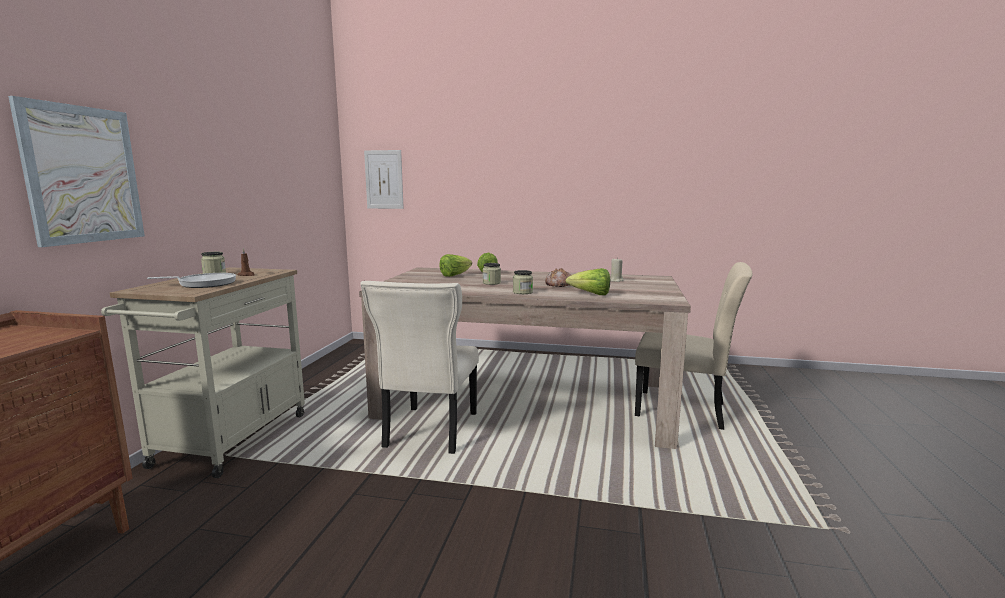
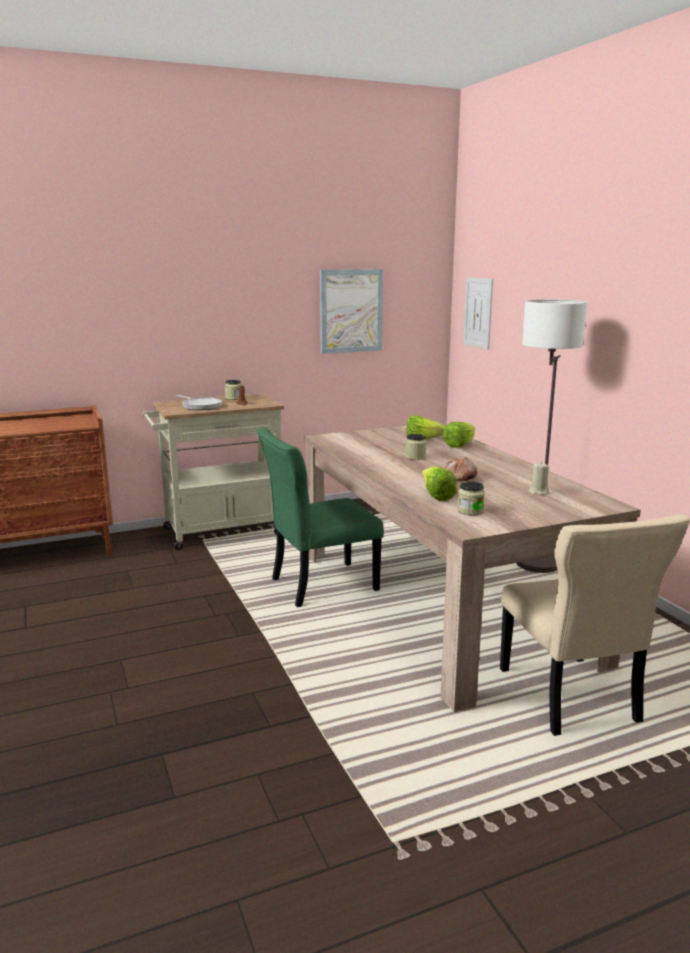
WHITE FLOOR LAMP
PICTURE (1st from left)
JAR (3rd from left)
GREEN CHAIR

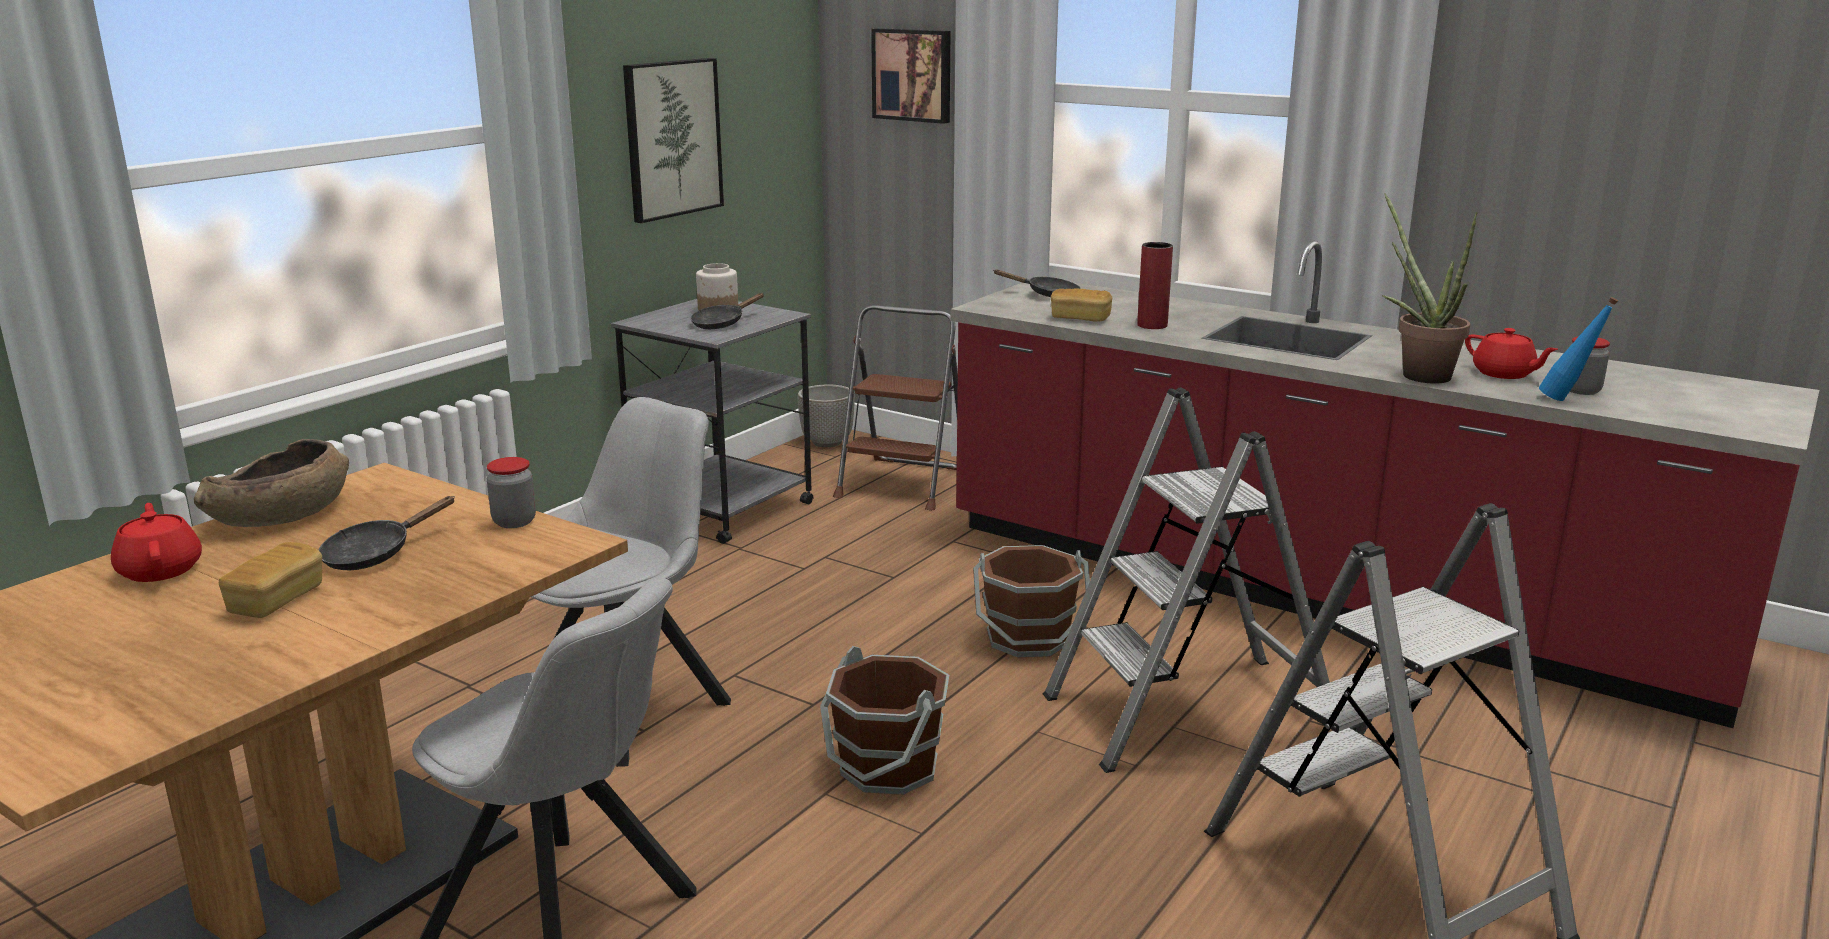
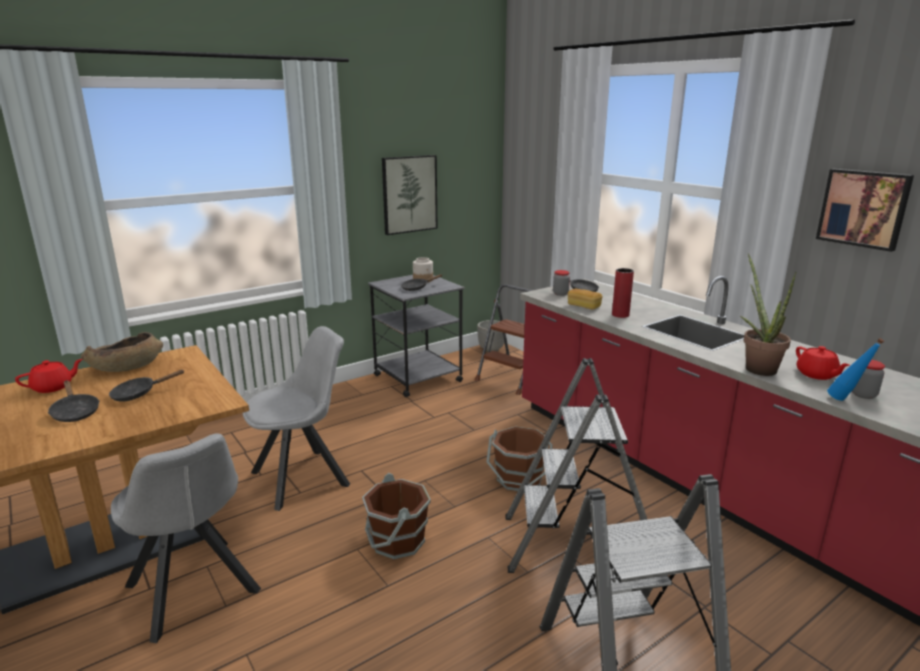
JAR (2nd from left)
PICTURE (2nd from left)
BLACK FRYING PAN (1st from left)
RED TEAPOT (1st from left)

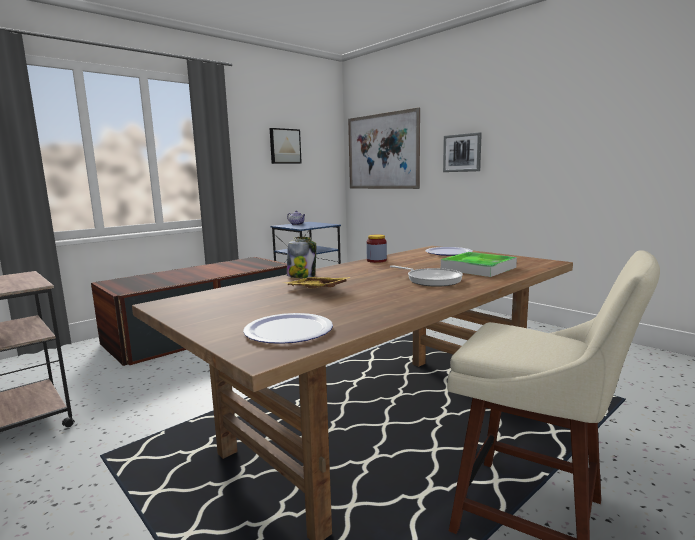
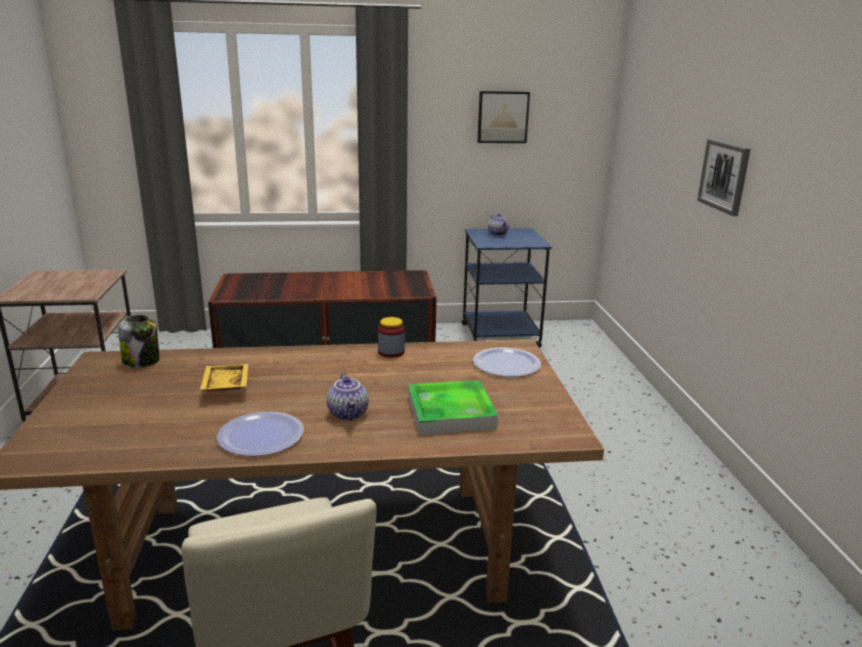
PICTURE (2nd from left in the first image)
PLATE (1st from left)
JAR (1st from left)
TEAPOT (1st from left)

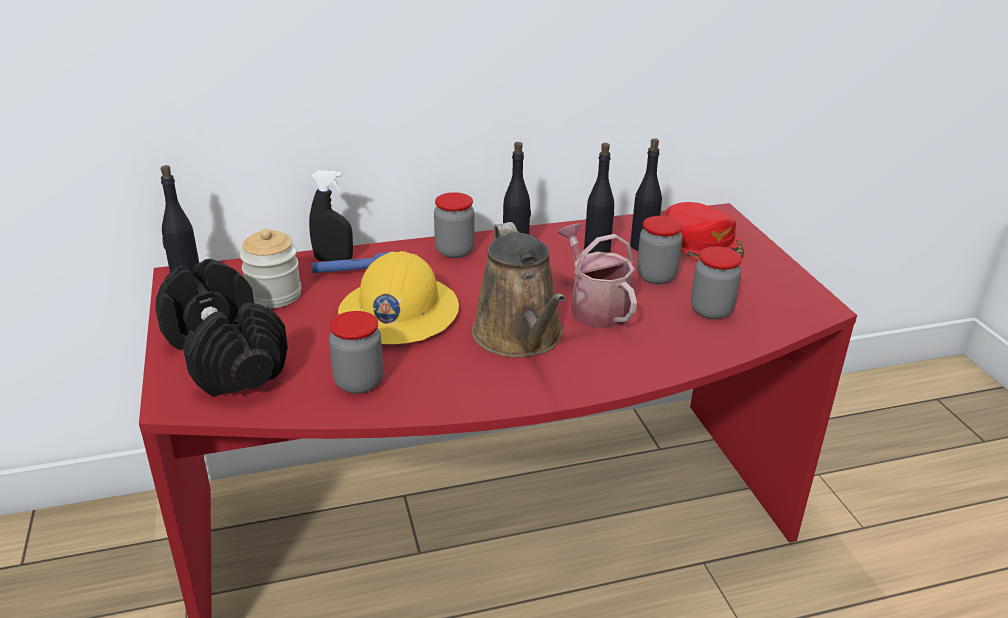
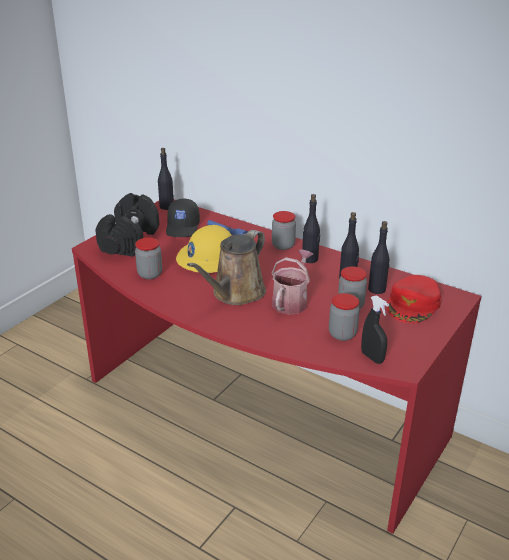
BLACK SPRAY BOTTLE
BLACK CAP

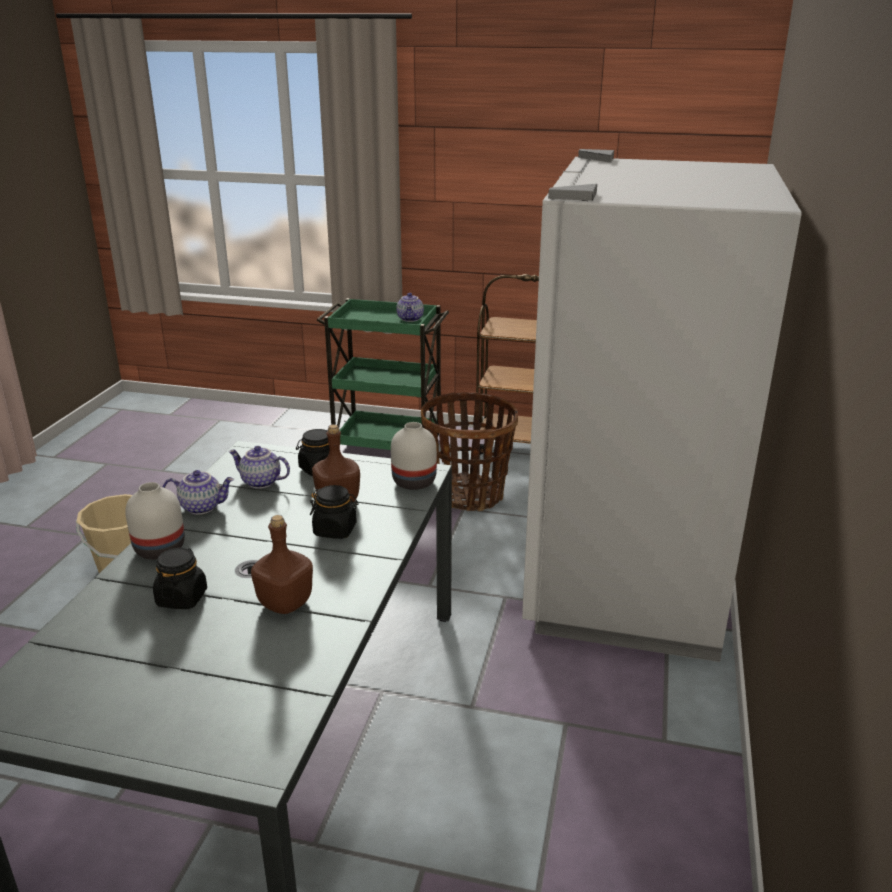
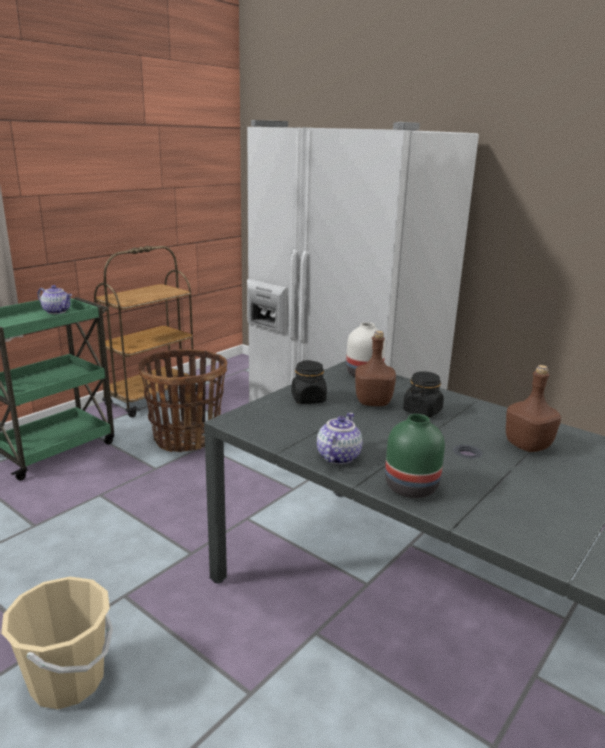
BLACK JAR (1st from left in the first image)
TEAPOT (2nd from left in the first image)
GREEN VASE

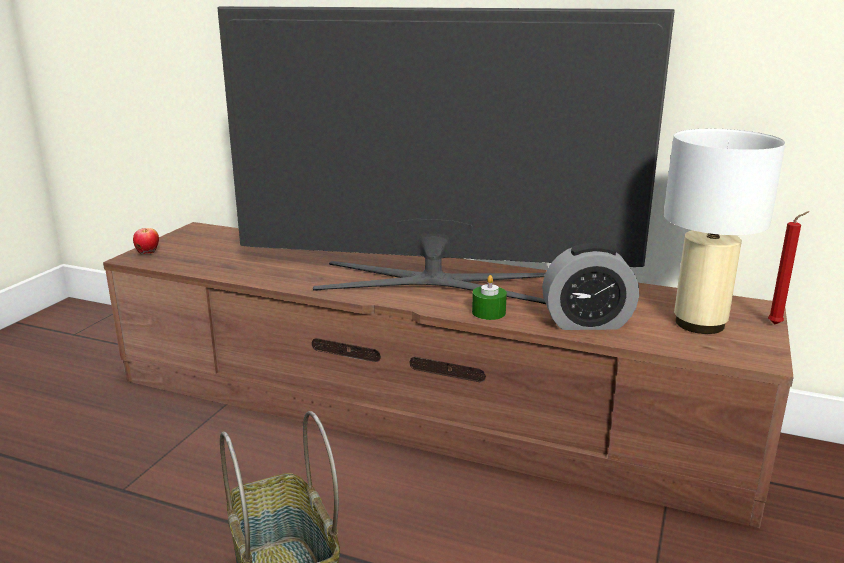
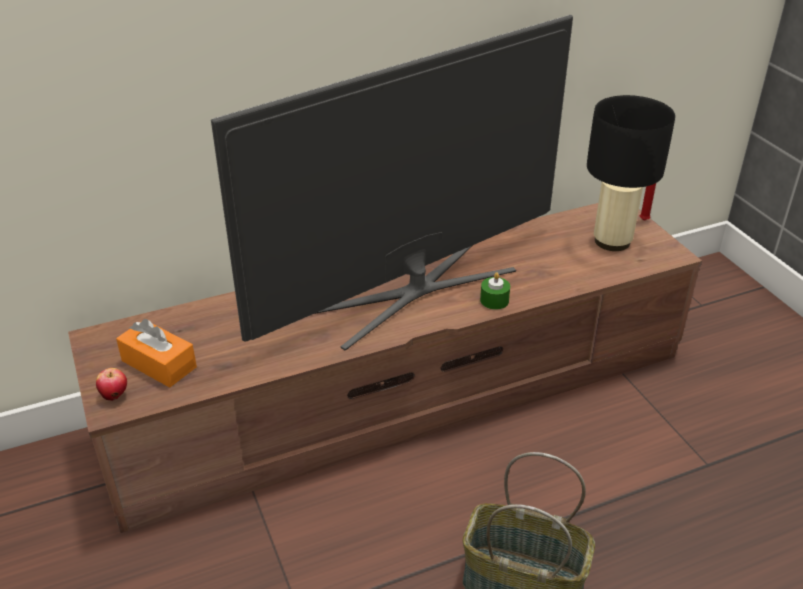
ALARM CLOCK
ORANGE TISSUE BOX
BLACK TABLE LAMP

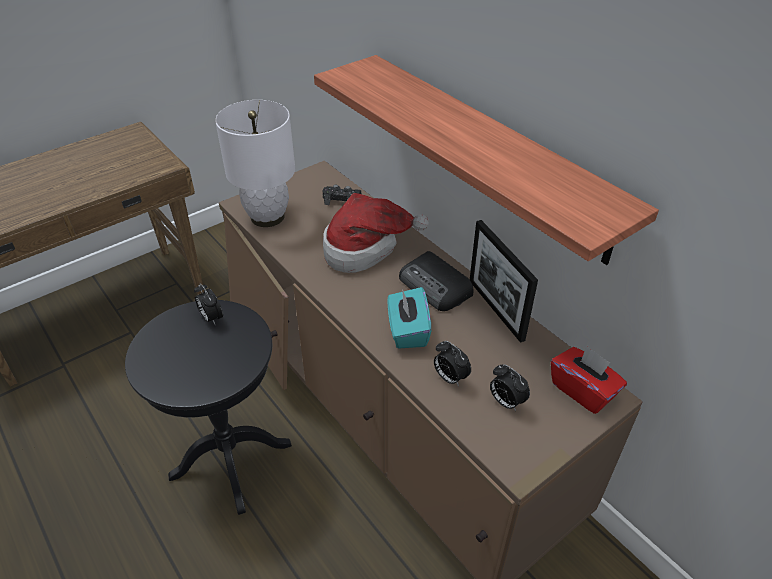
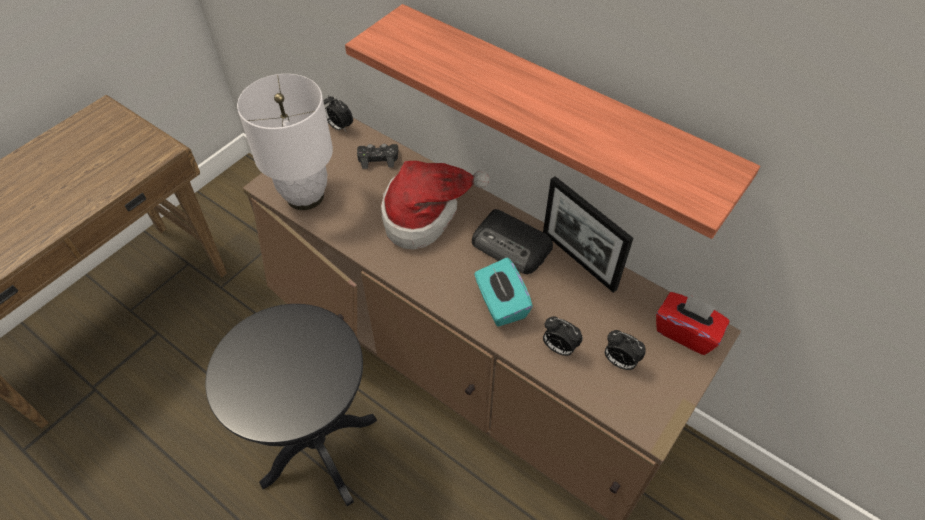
ALARM CLOCK (1st from left)

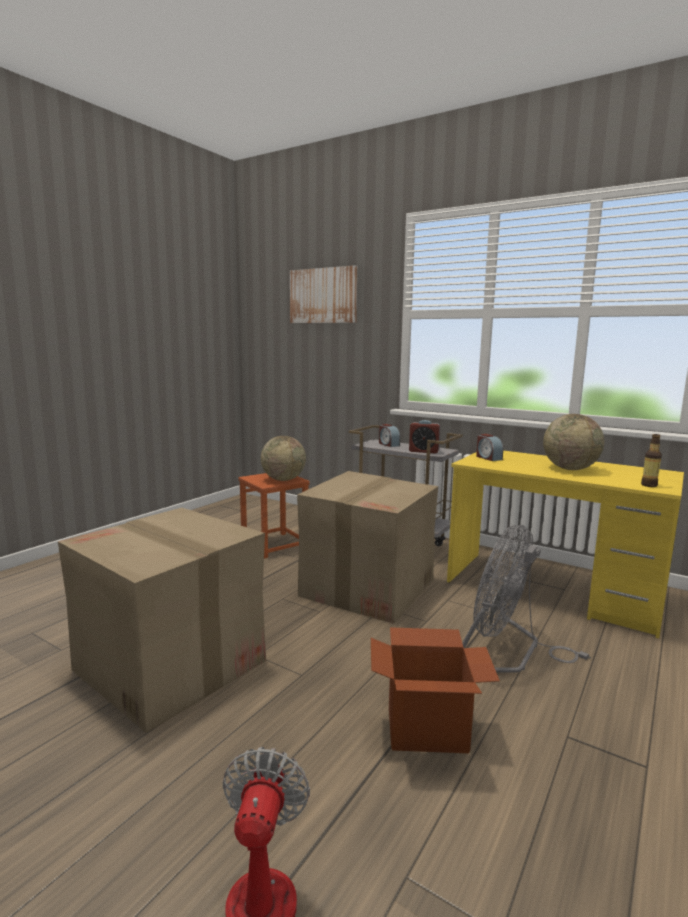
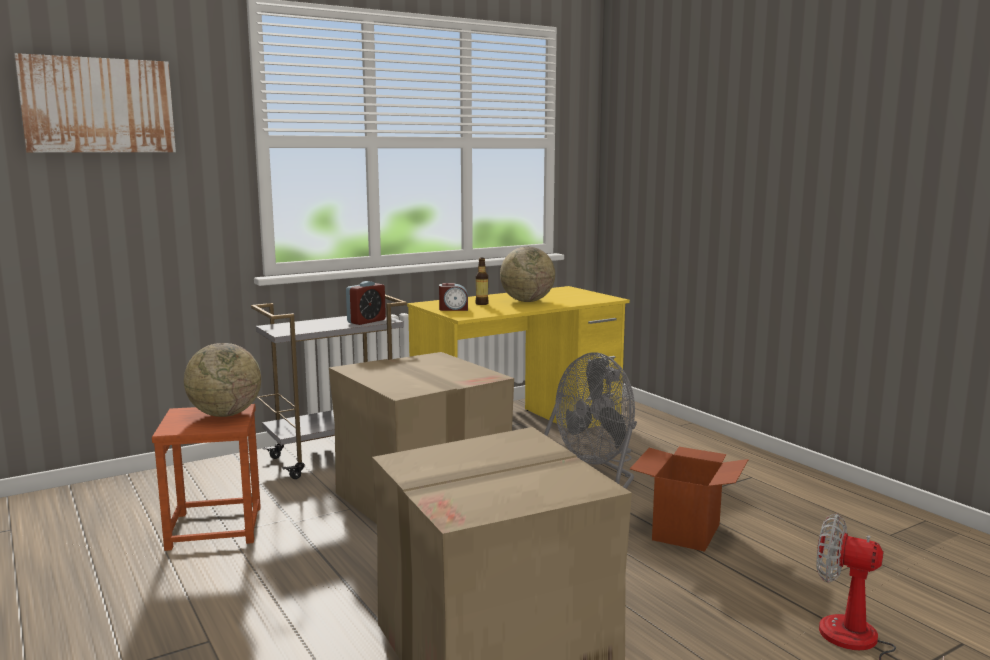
ALARM CLOCK (1st from left in the first image)
BOTTLE

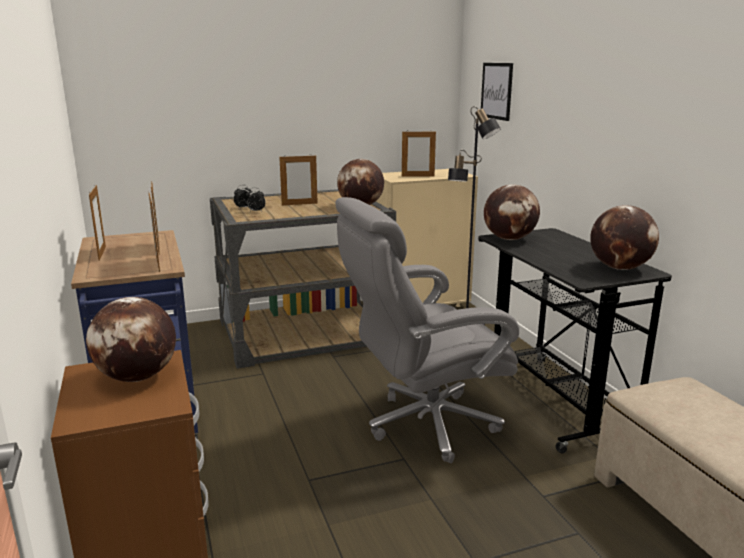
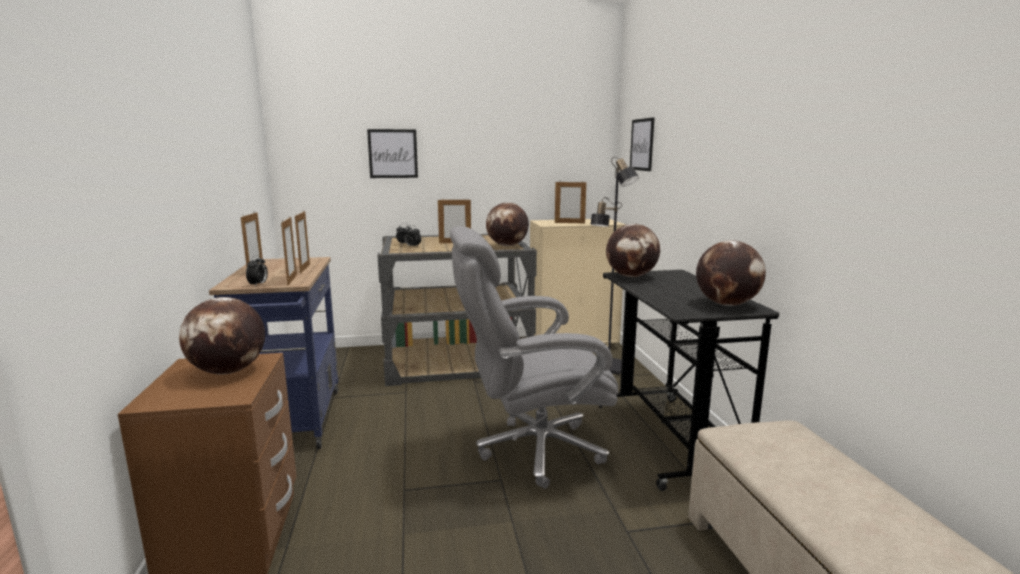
ALARM CLOCK (1st from left)
PICTURE (1st from left)

